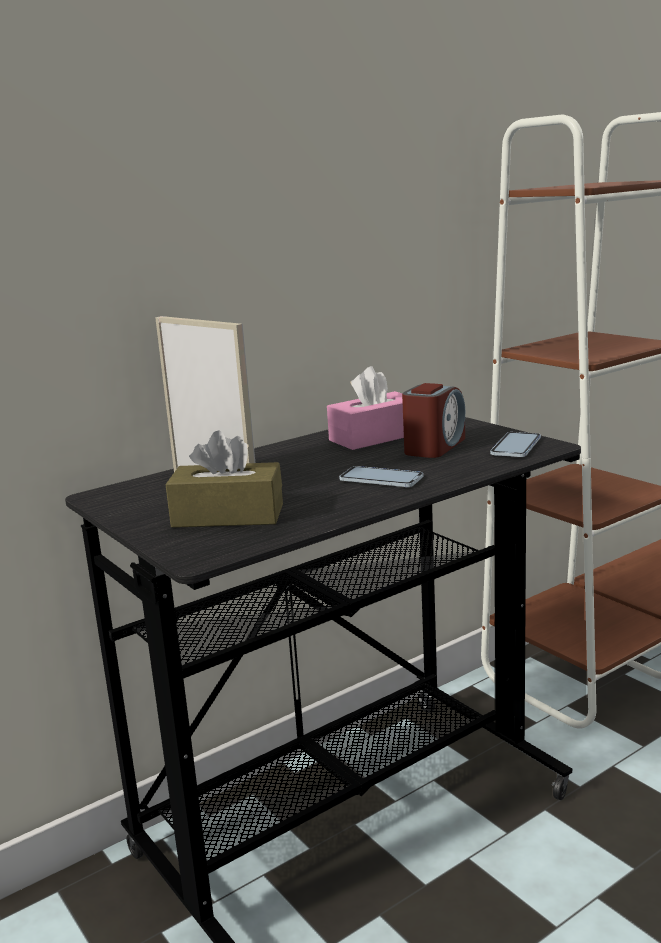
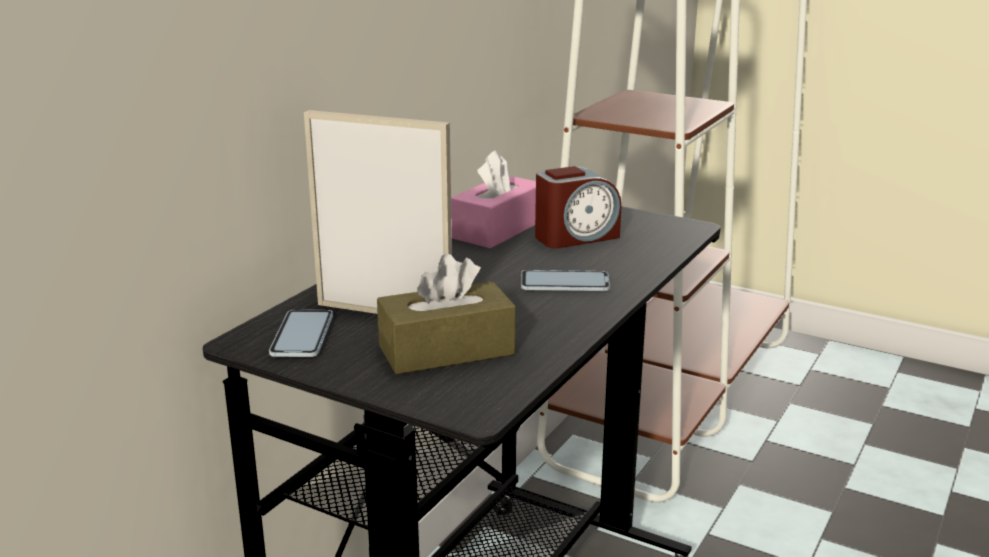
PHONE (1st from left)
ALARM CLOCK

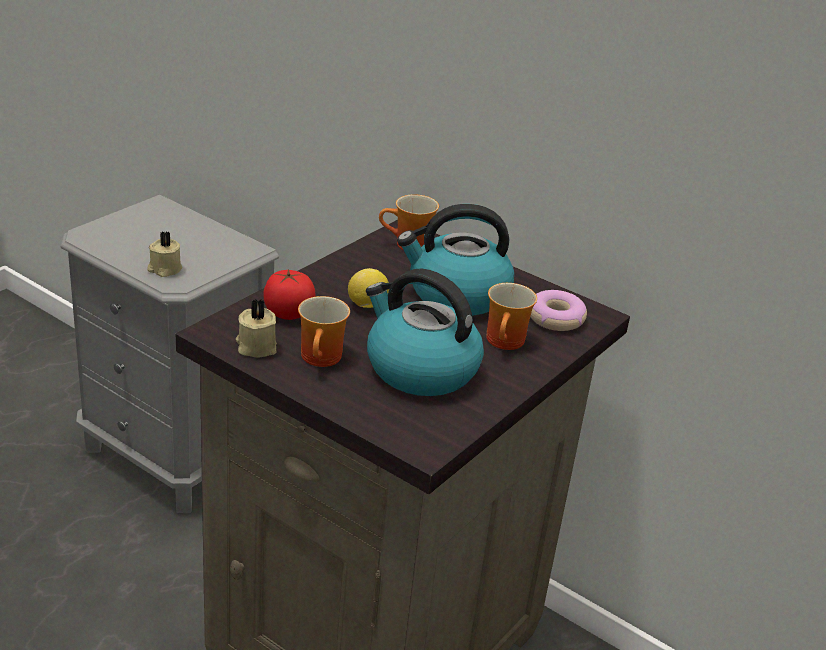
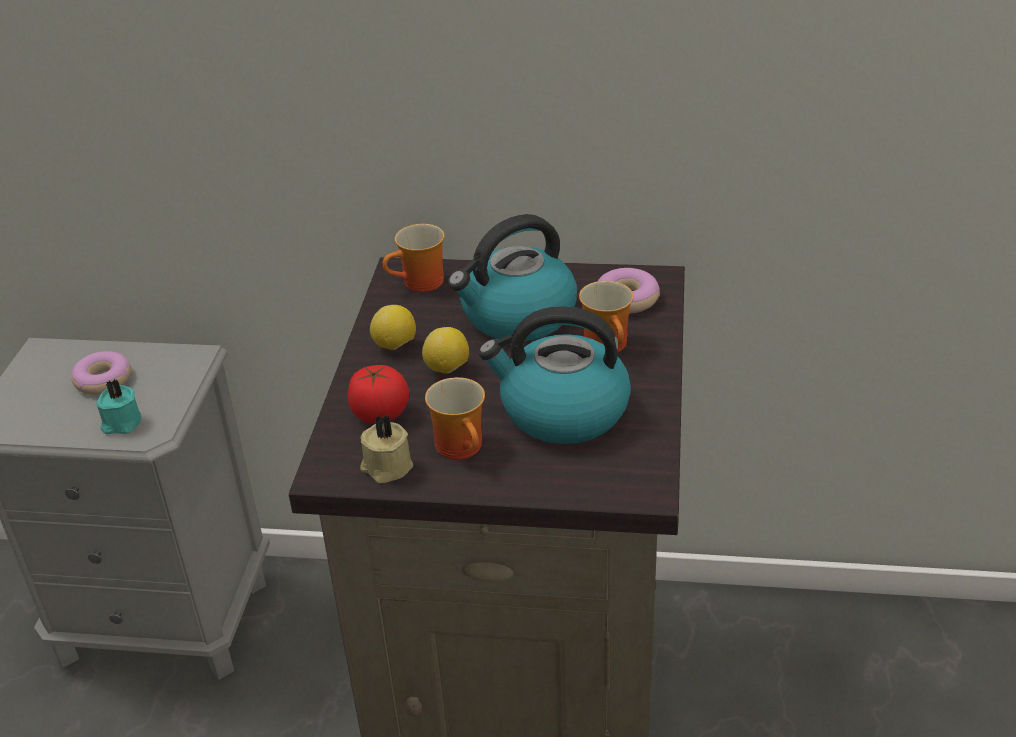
DONUT (1st from left)
LEMON (1st from left)
TURQUOISE CANDLE

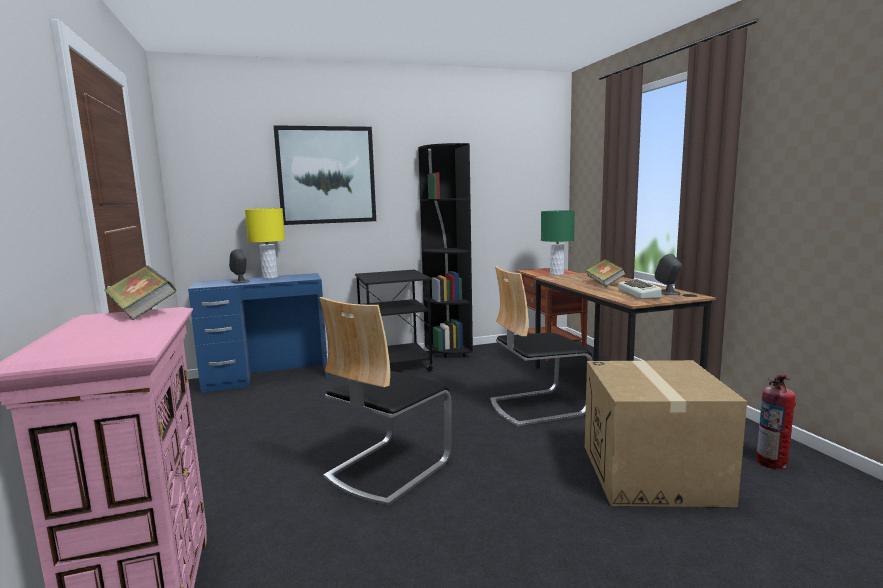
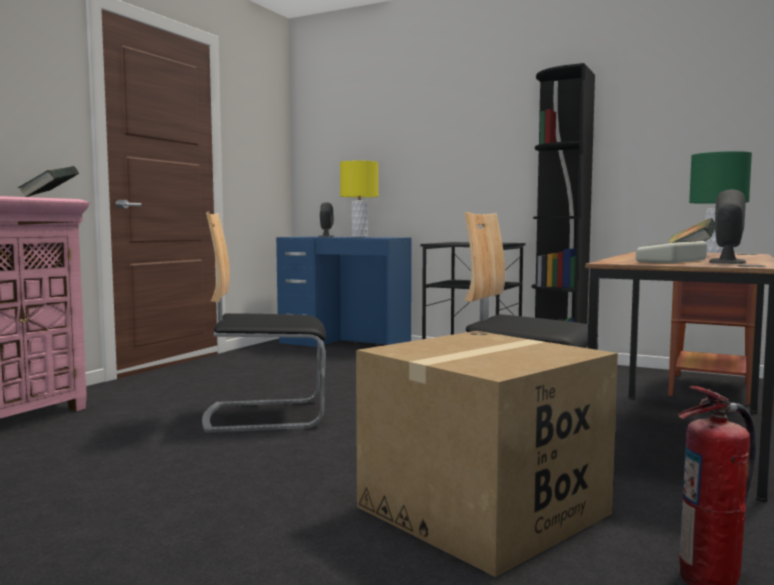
PICTURE

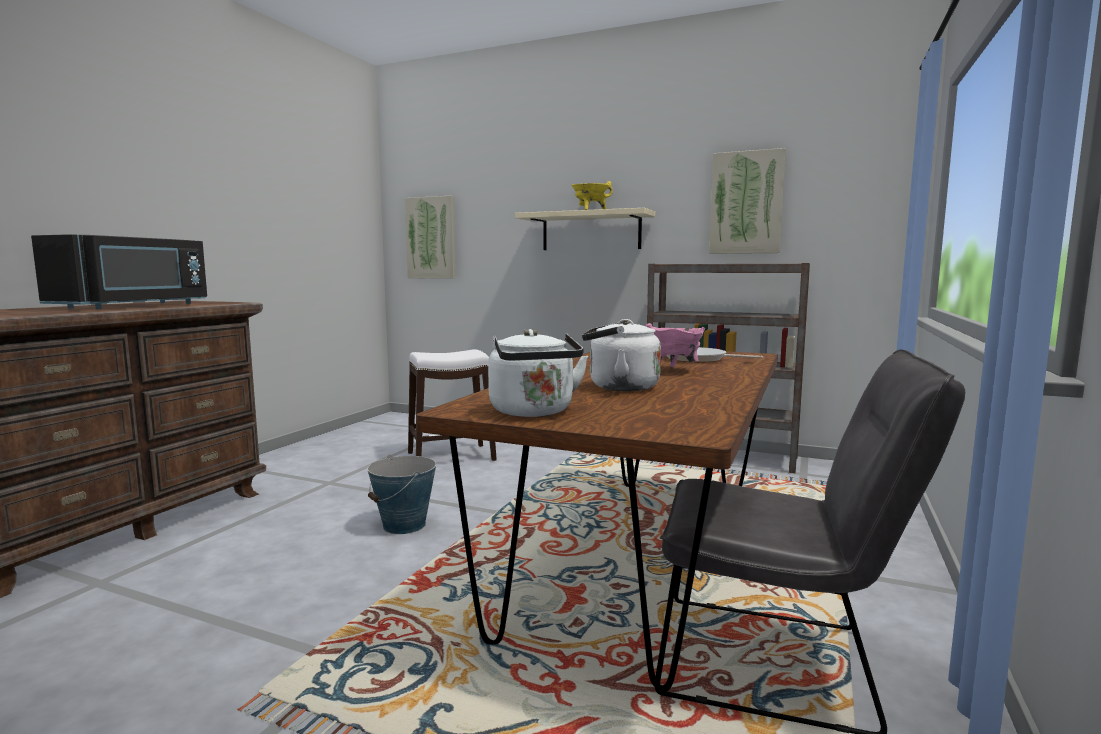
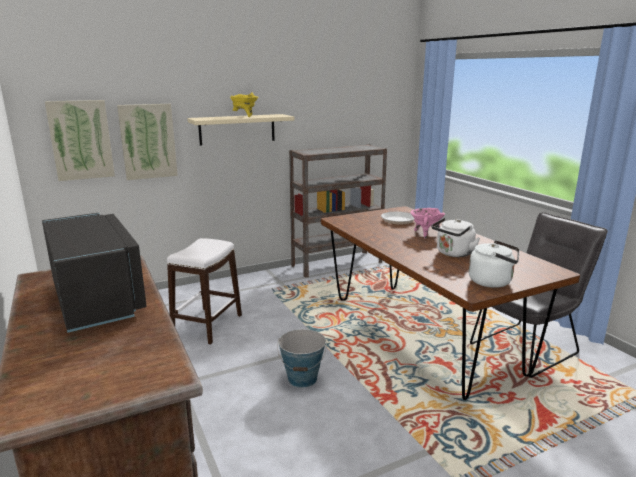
PICTURE (2nd from left)

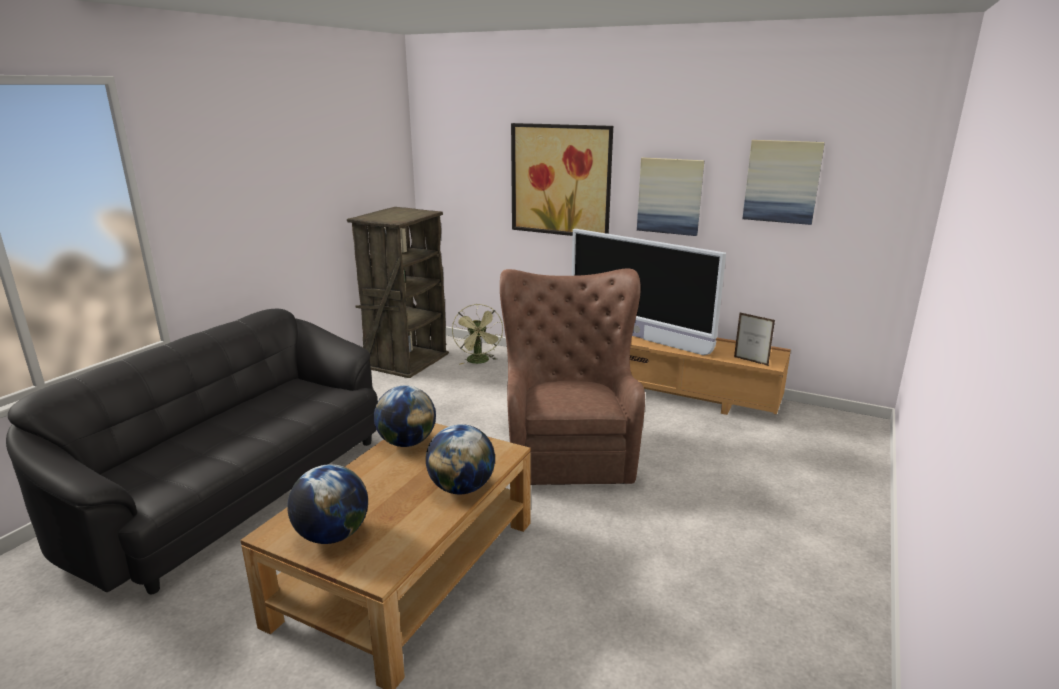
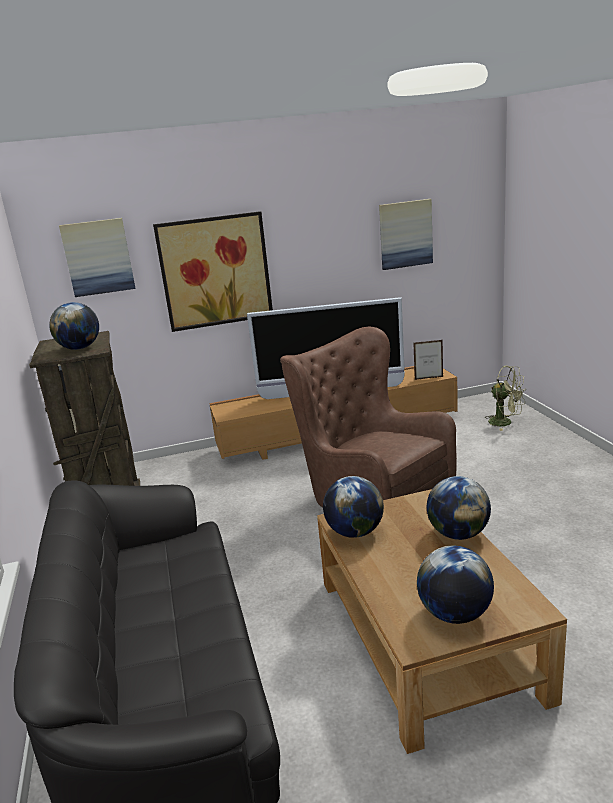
GLOBE (1st from left)
GREEN FAN
PICTURE (1st from left)

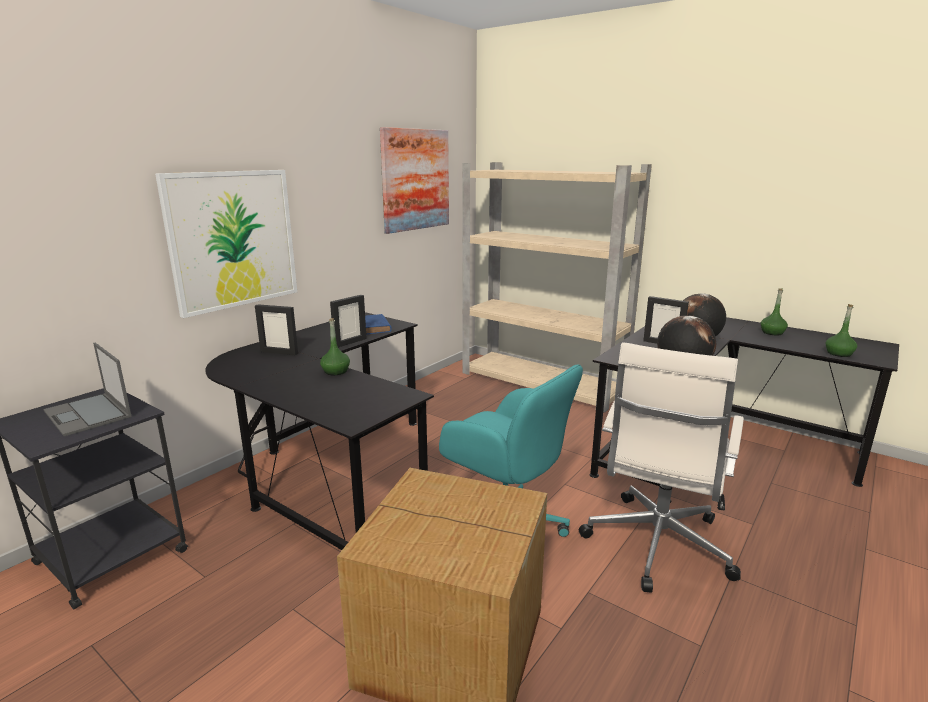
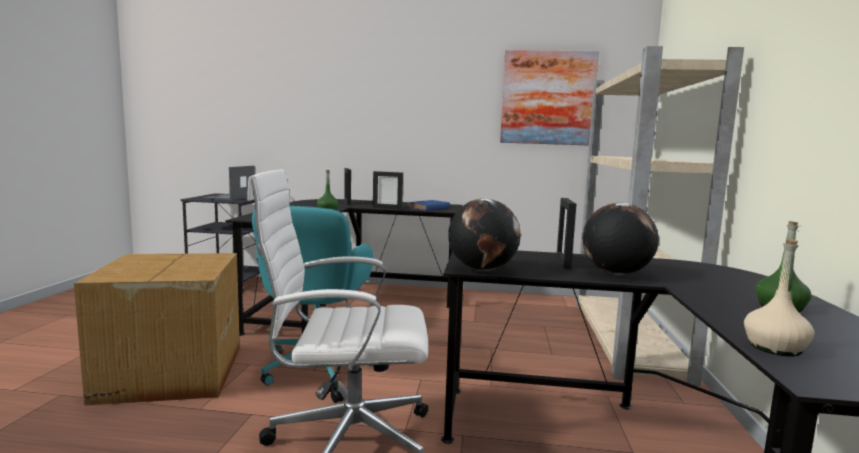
PICTURE (1st from left in the first image)
BEIGE BOTTLE

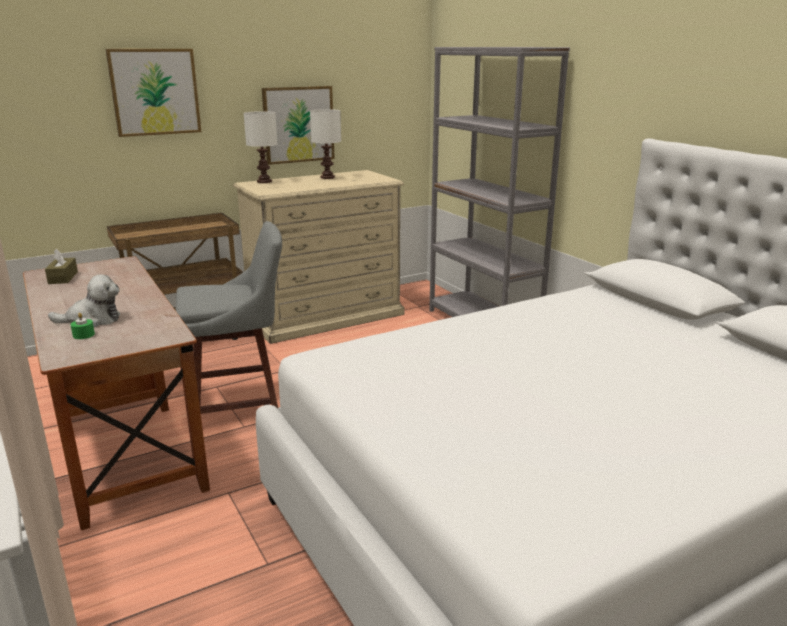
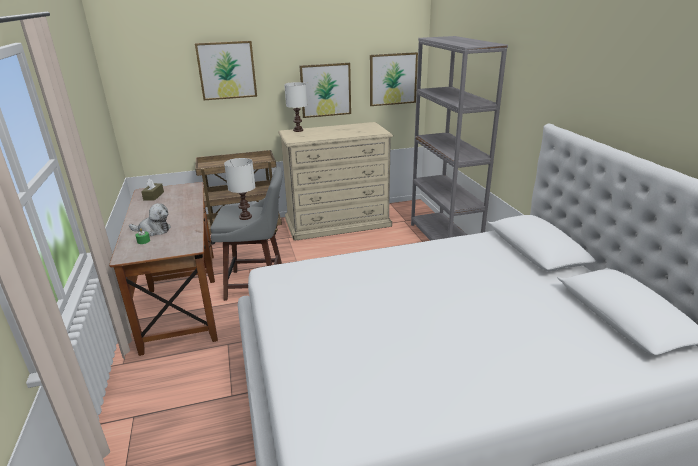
PICTURE (3rd from left)
WHITE TABLE LAMP (1st from left)

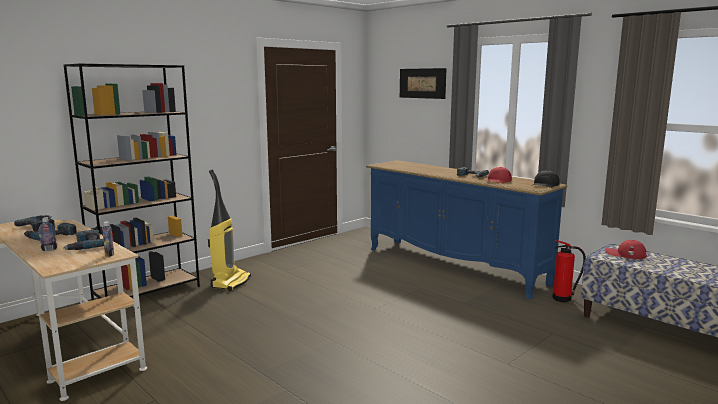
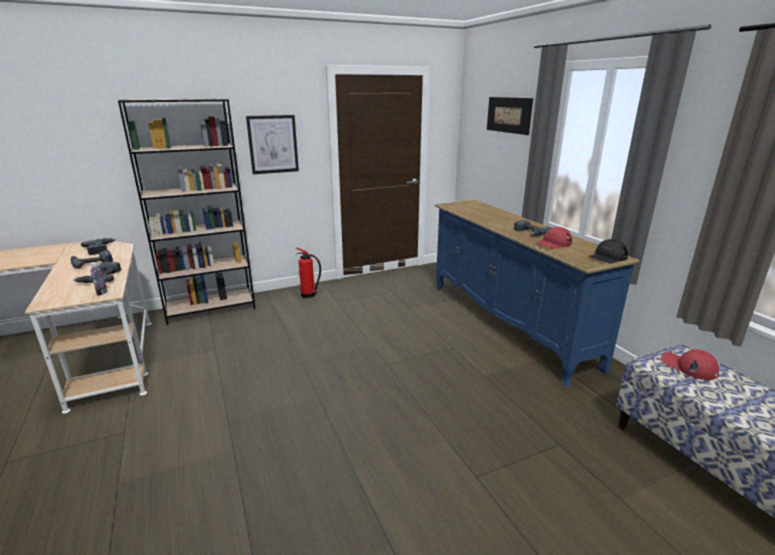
BOTTLE (1st from left in the first image)
VACUUM CLEANER
PICTURE (1st from left)
FIRE EXTINGUISHER

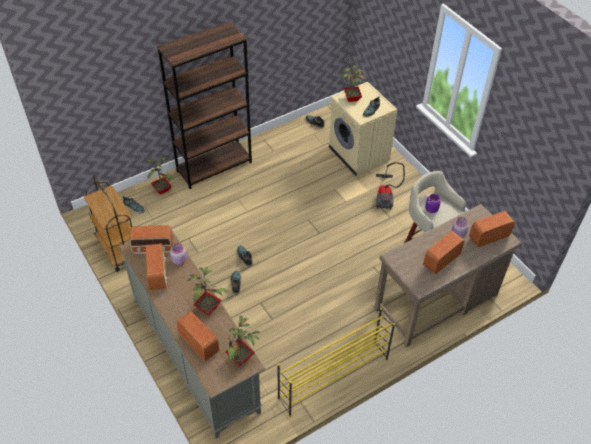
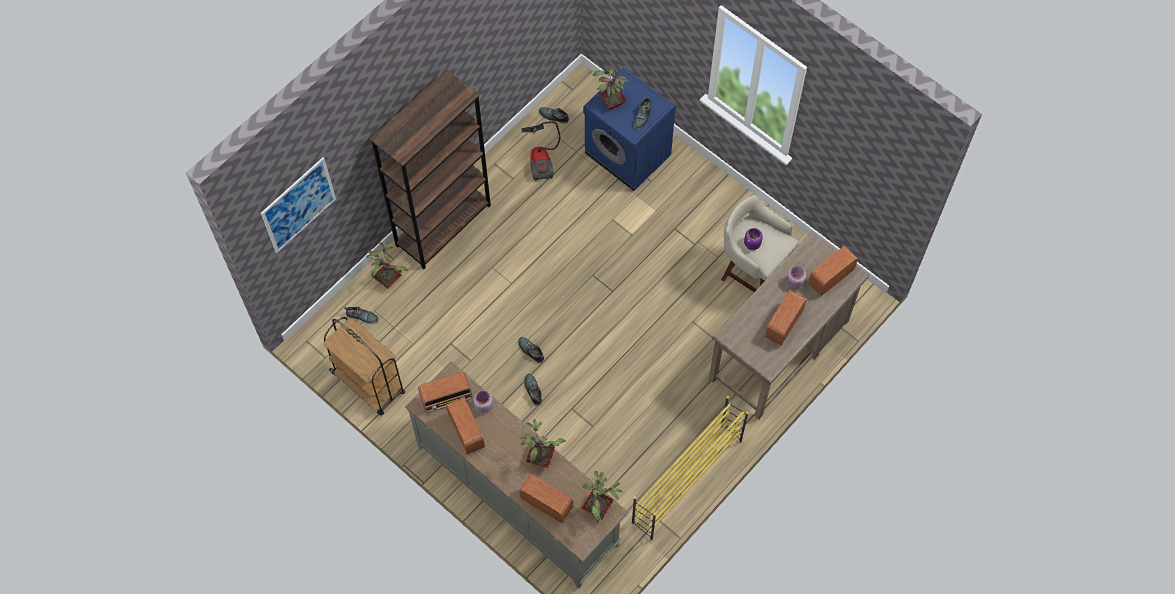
PICTURE
VACUUM CLEANER
BLUE WASHING MACHINE

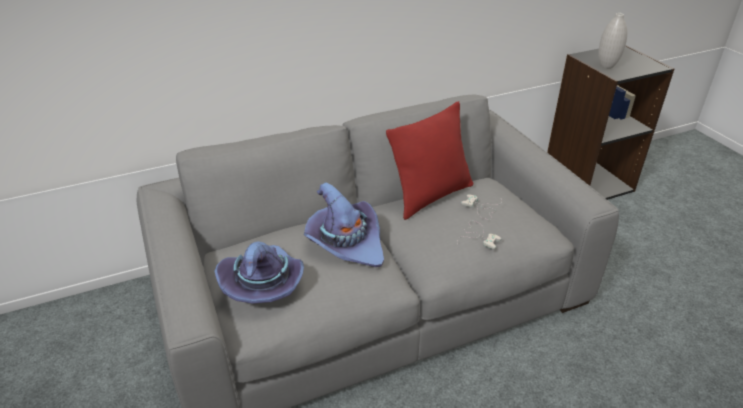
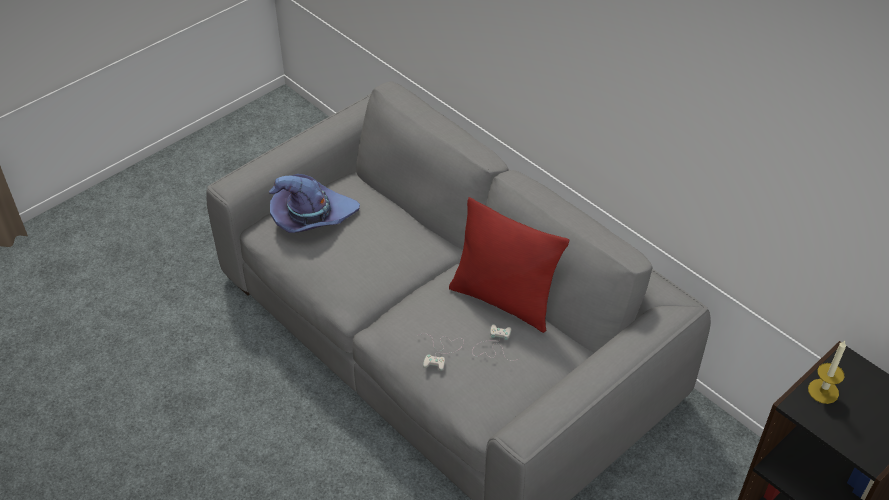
PURPLE HAT (2nd from left in the first image)
CANDLE

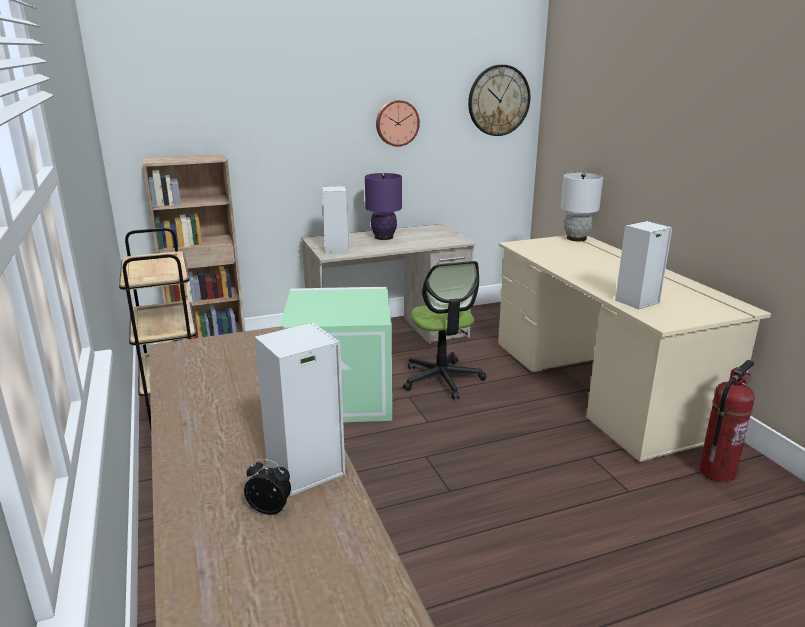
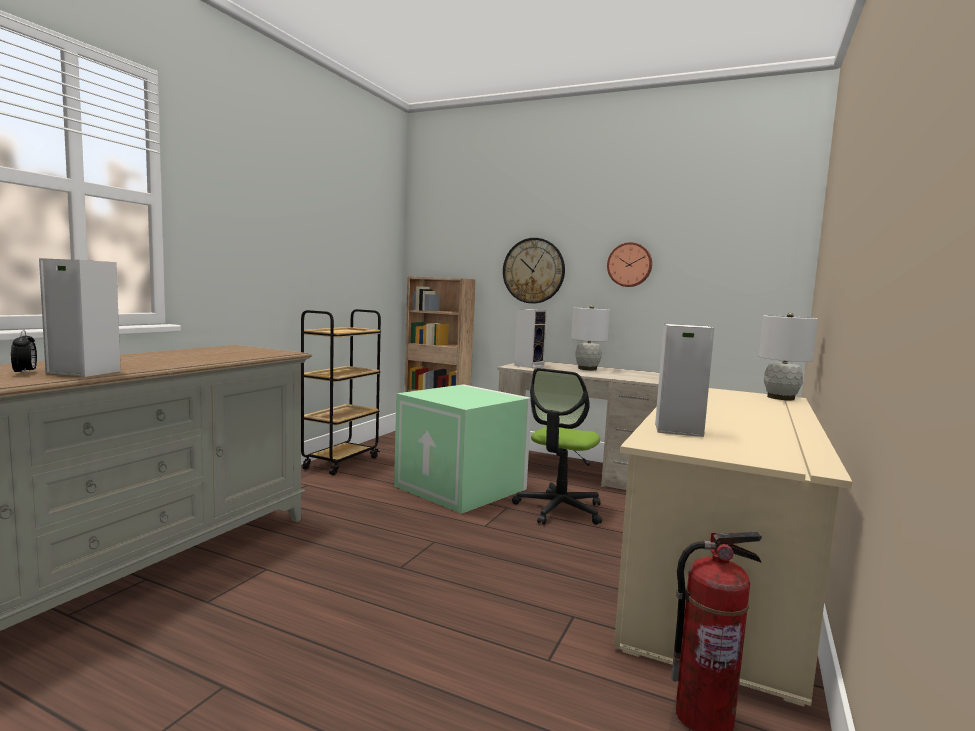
WALL CLOCK (1st from left)
WHITE TABLE LAMP (1st from left)

